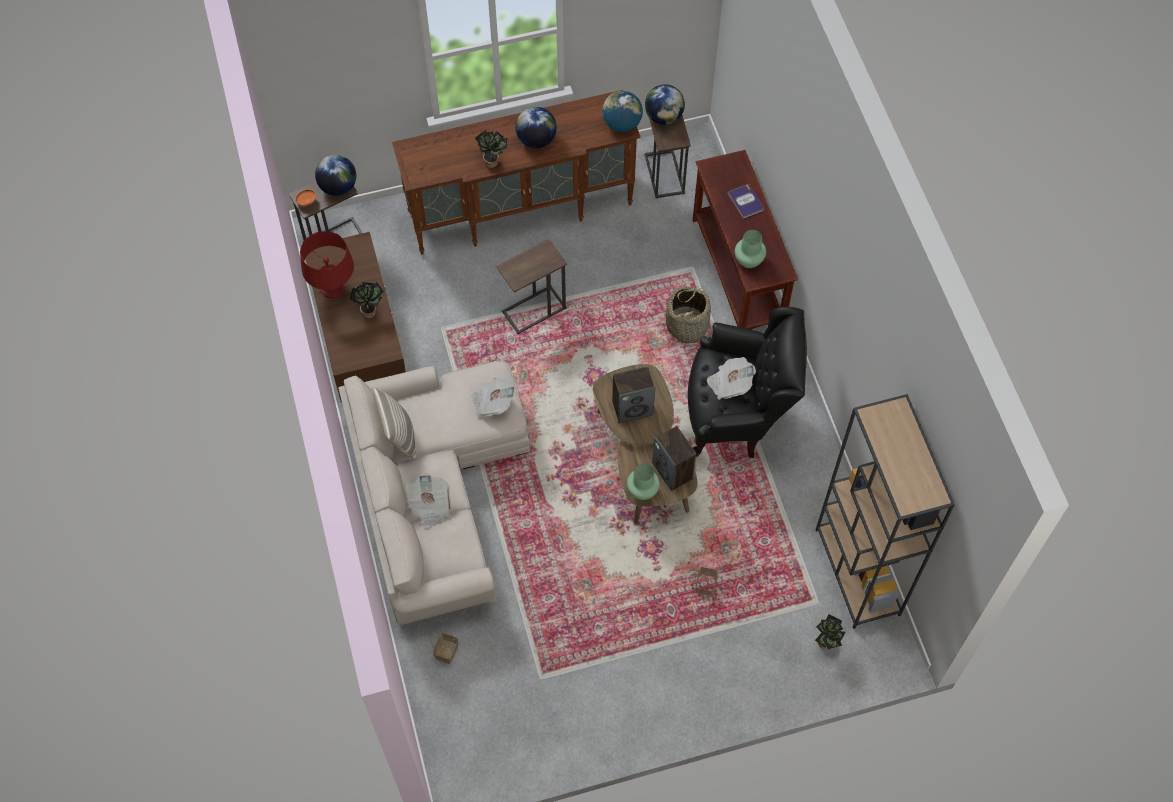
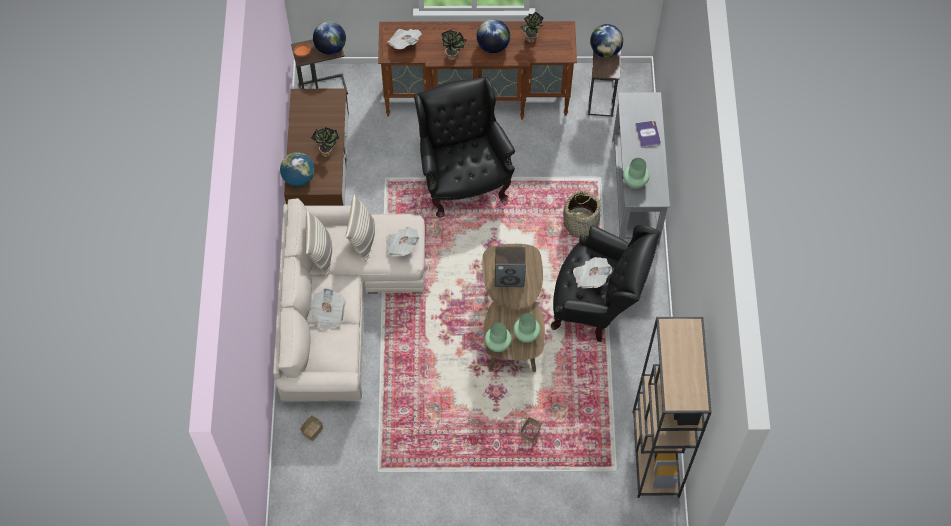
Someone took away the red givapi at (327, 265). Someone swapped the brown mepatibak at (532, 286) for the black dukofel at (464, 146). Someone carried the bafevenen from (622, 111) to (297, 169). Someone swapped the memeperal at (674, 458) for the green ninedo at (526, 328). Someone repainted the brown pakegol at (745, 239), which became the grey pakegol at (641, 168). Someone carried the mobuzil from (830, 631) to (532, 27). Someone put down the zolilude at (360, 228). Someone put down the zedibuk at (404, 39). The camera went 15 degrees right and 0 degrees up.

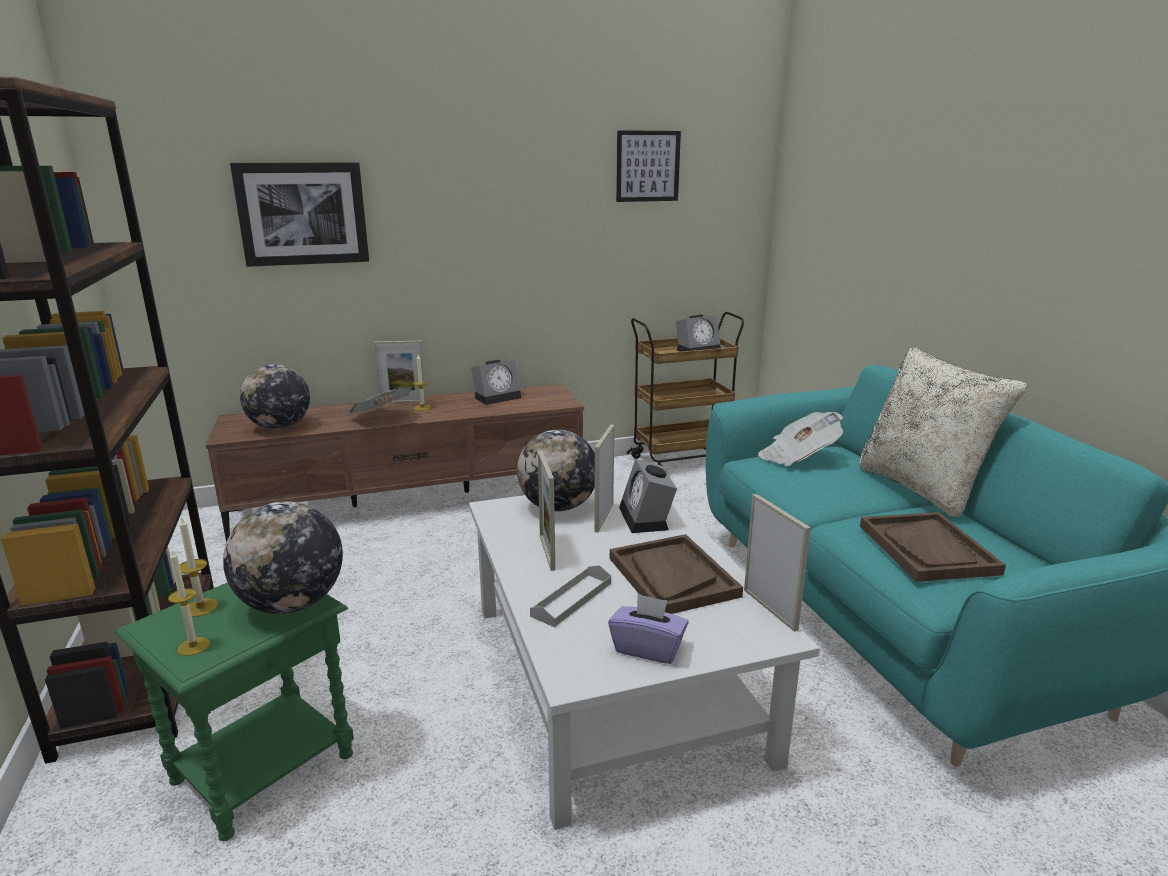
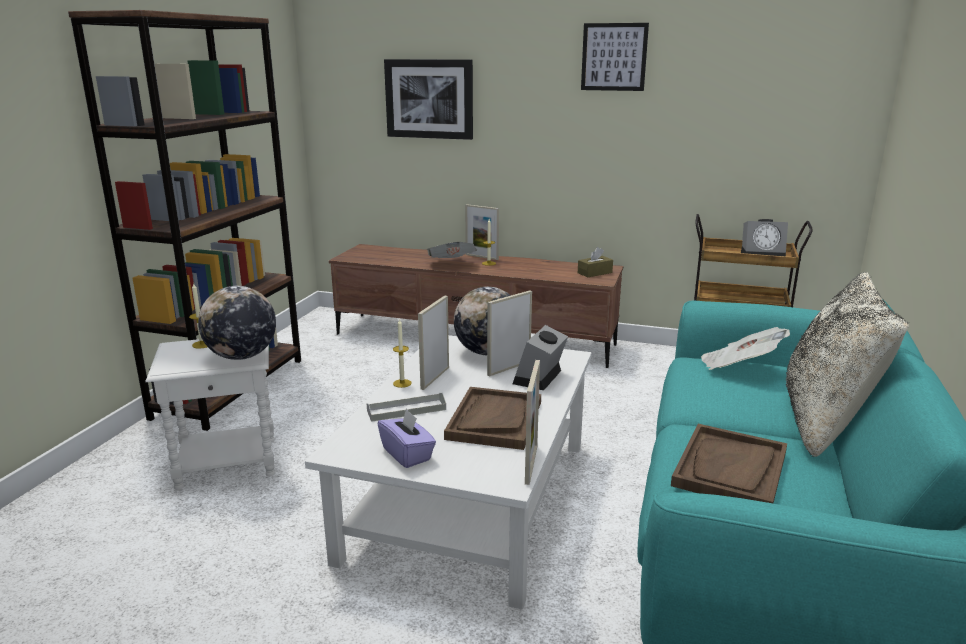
Someone repainted the green mepatibak at (234, 711), which became the white mepatibak at (210, 414). Someone carried the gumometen from (189, 603) to (402, 353). Someone took away the bafevenen at (275, 396). Someone took away the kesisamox at (496, 382). Someone carried the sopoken from (648, 166) to (615, 57). Someone put down the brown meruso at (595, 262). The camera went 35 degrees right and 0 degrees up.

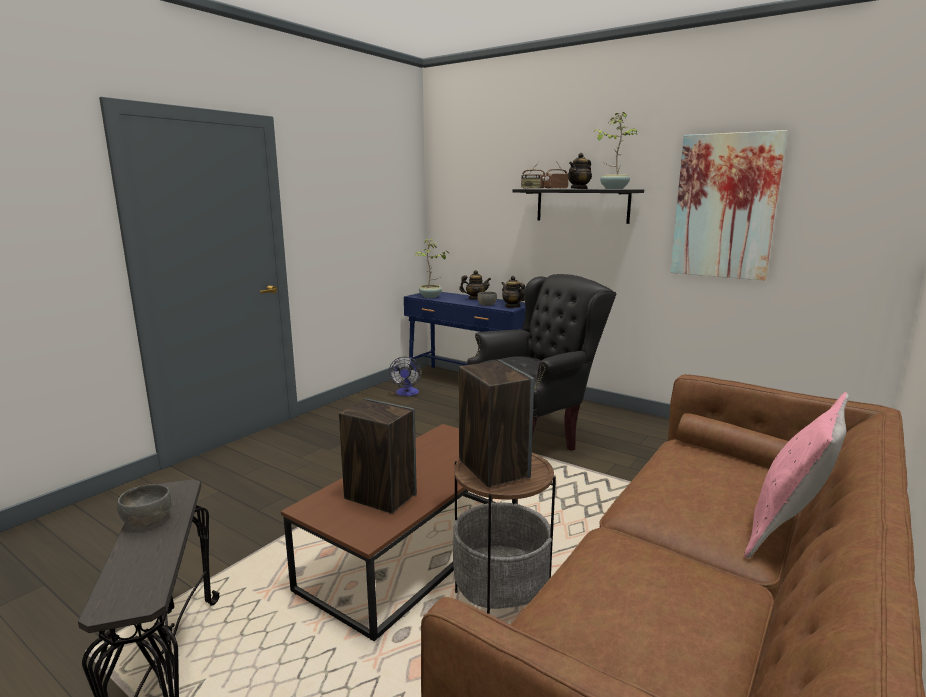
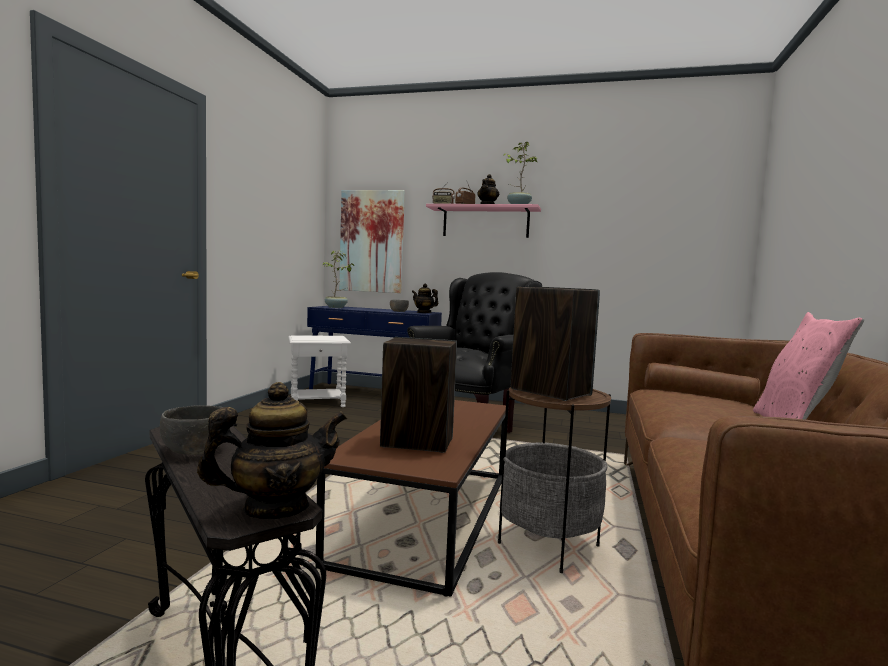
Someone swapped the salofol at (405, 376) for the white mepatibak at (319, 371). Someone carried the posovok from (475, 285) to (272, 450). Someone repainted the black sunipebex at (578, 206), which became the pink sunipebex at (483, 221). Someone carried the sopoken from (729, 205) to (372, 241). The camera went 20 degrees left and 10 degrees down.

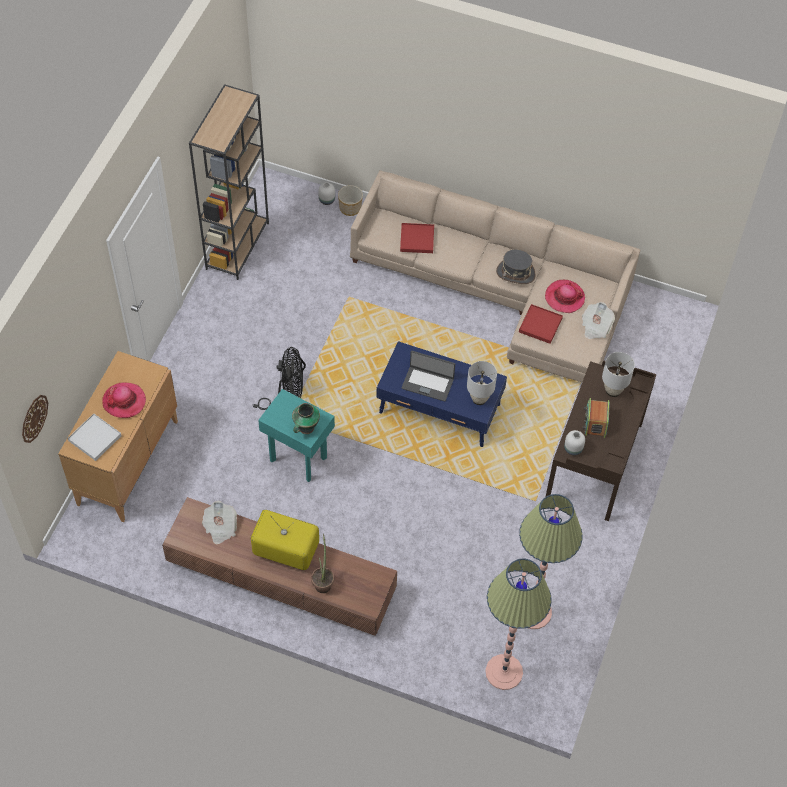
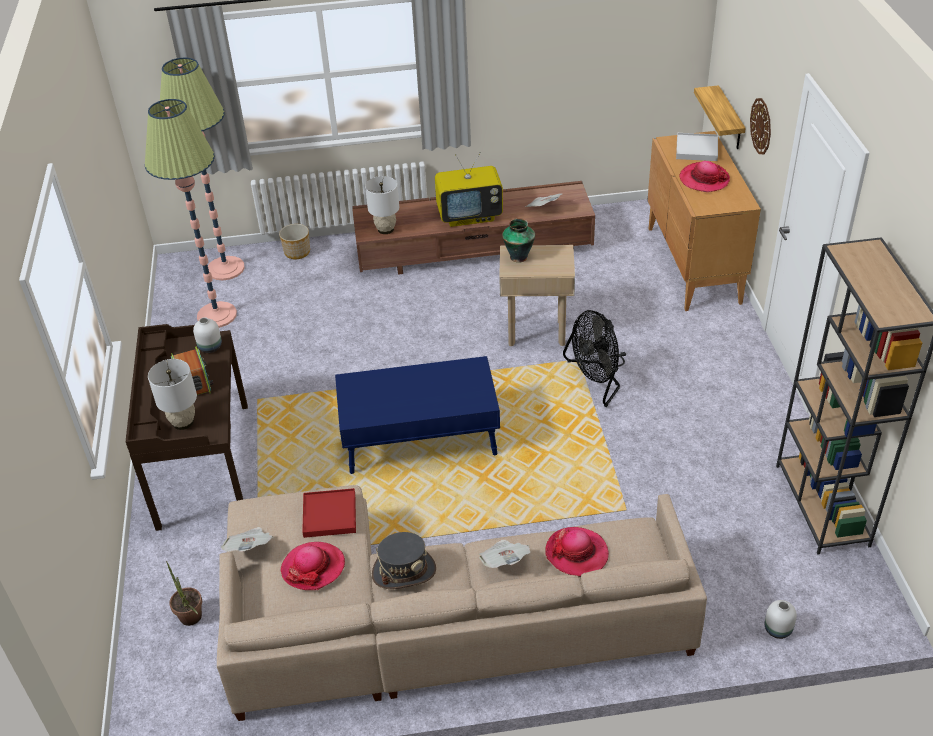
Someone carried the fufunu from (35, 419) to (760, 126). Someone repainted the turquoise mepatibak at (296, 435), which became the beige mepatibak at (537, 295). Someone carried the mobuzil from (322, 563) to (184, 593). Someone carried the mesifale from (350, 200) to (294, 241). Someone swapped the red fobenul at (417, 238) for the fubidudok at (577, 552). Someone took away the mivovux at (428, 376). Someone carried the white givapi from (482, 383) to (382, 205). Someone put down the zedibuk at (504, 553). Someone put up the sunipebex at (720, 117). The camera went 155 degrees right and 15 degrees down.

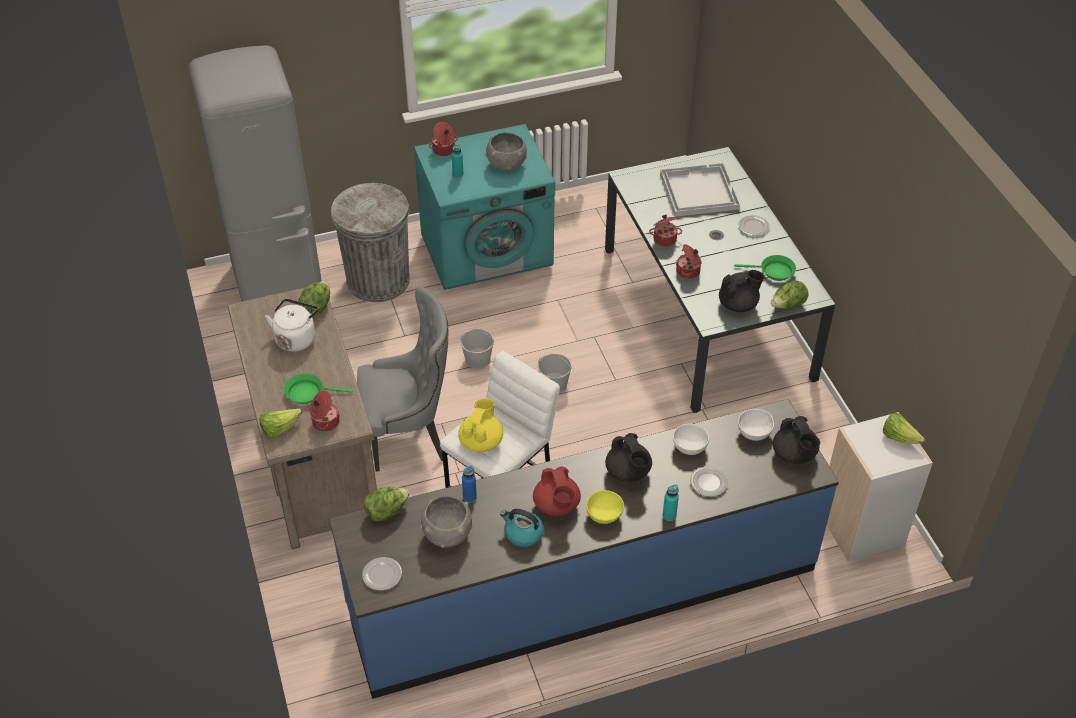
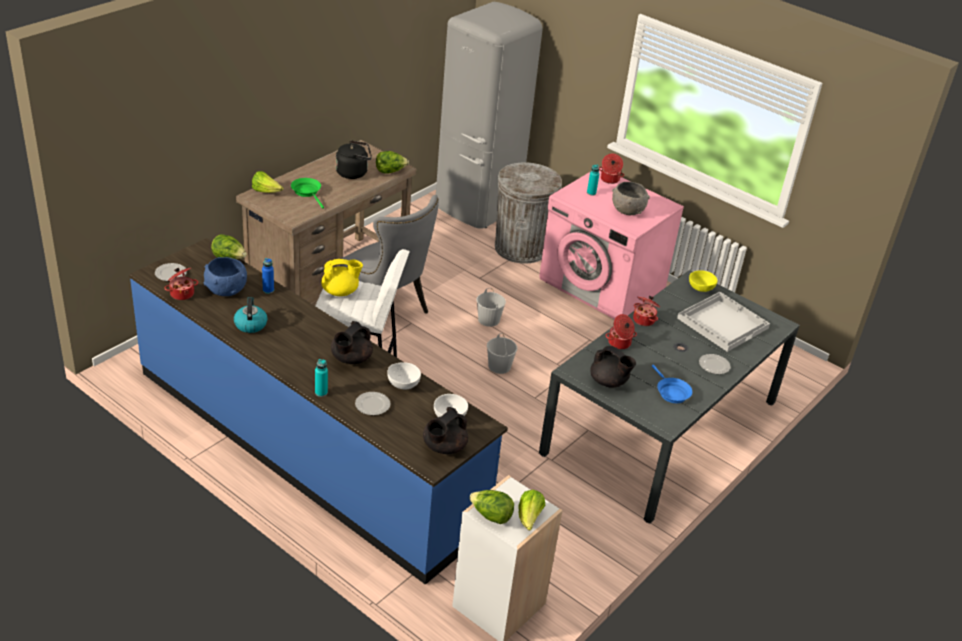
Someone repainted the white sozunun at (292, 325), which became the black sozunun at (354, 159). Someone carried the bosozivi from (325, 411) to (181, 284). Someone repainted the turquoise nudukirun at (484, 207), which became the pink nudukirun at (611, 243). Someone repainted the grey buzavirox at (447, 522), which became the blue buzavirox at (225, 276). Someone took away the red posovok at (557, 491). Someone carried the yellow buzavirox from (605, 507) to (703, 281). Someone repainted the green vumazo at (765, 268), which became the blue vumazo at (672, 384). Someone carried the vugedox from (789, 295) to (491, 507). The camera went 55 degrees right and 10 degrees down.

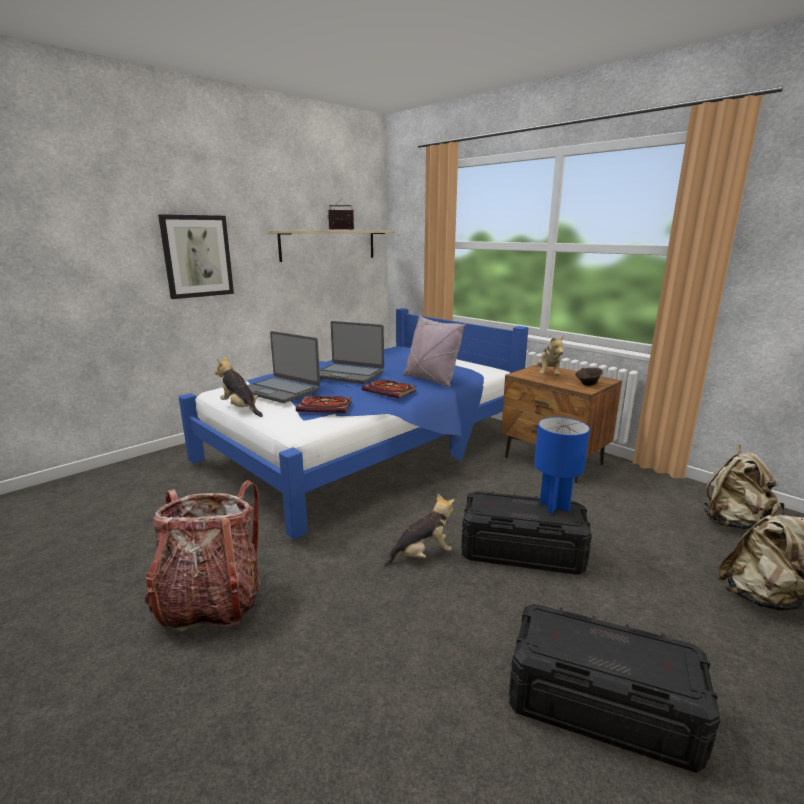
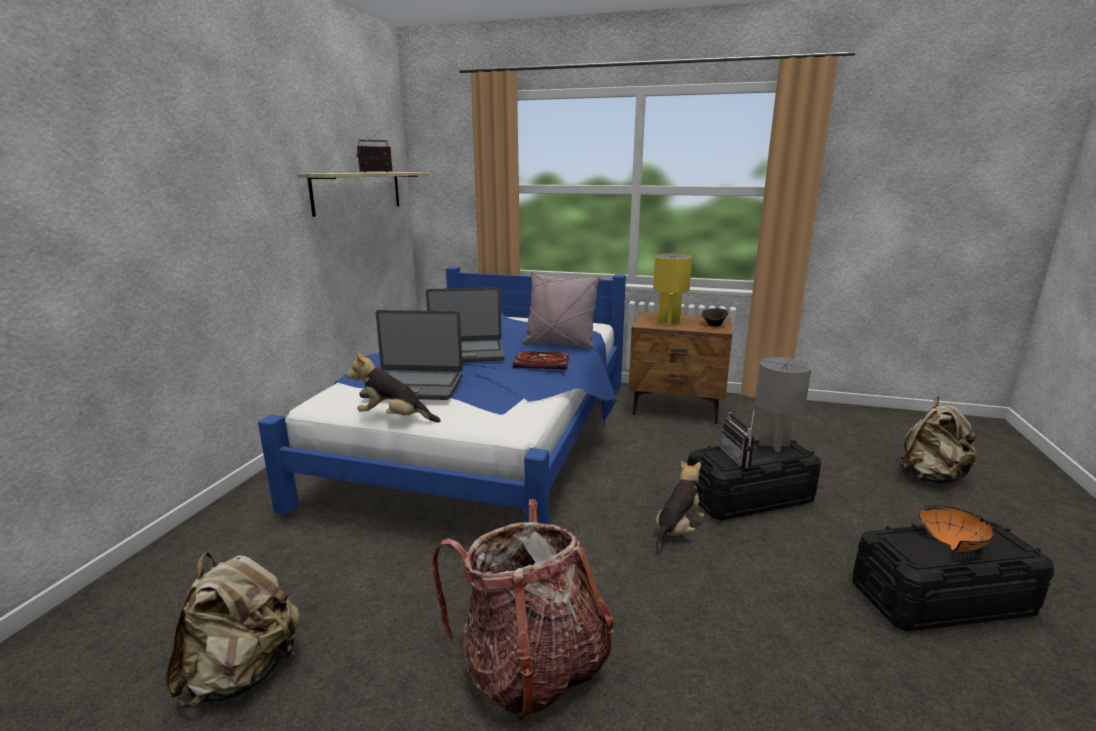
Someone took away the sopoken at (196, 256). Someone took away the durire at (324, 404). Someone swapped the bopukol at (548, 355) for the yellow givapi at (672, 289). Someone repainted the blue givapi at (562, 465), which became the grey givapi at (783, 404). Someone carried the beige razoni from (741, 486) to (232, 630). Someone put down the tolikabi at (737, 437). Someone put down the orange buzavirox at (956, 529). The camera went 30 degrees left and 0 degrees up.

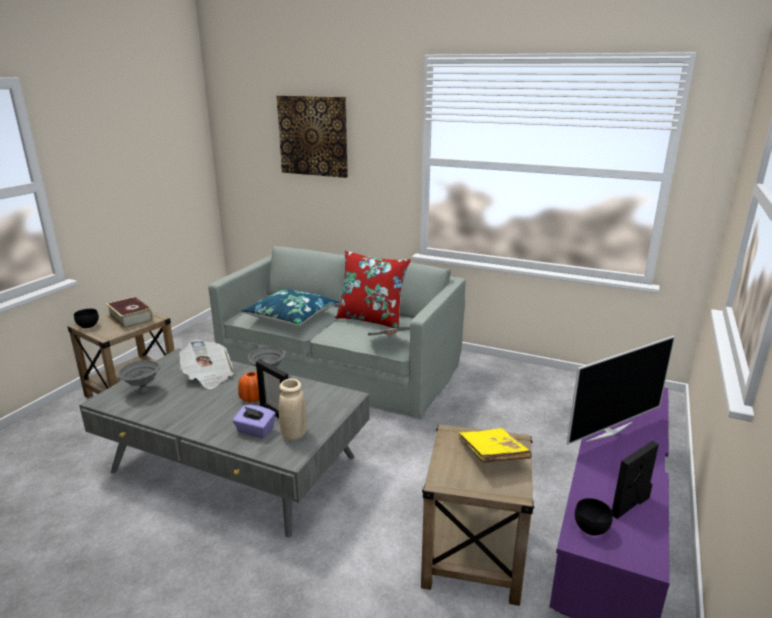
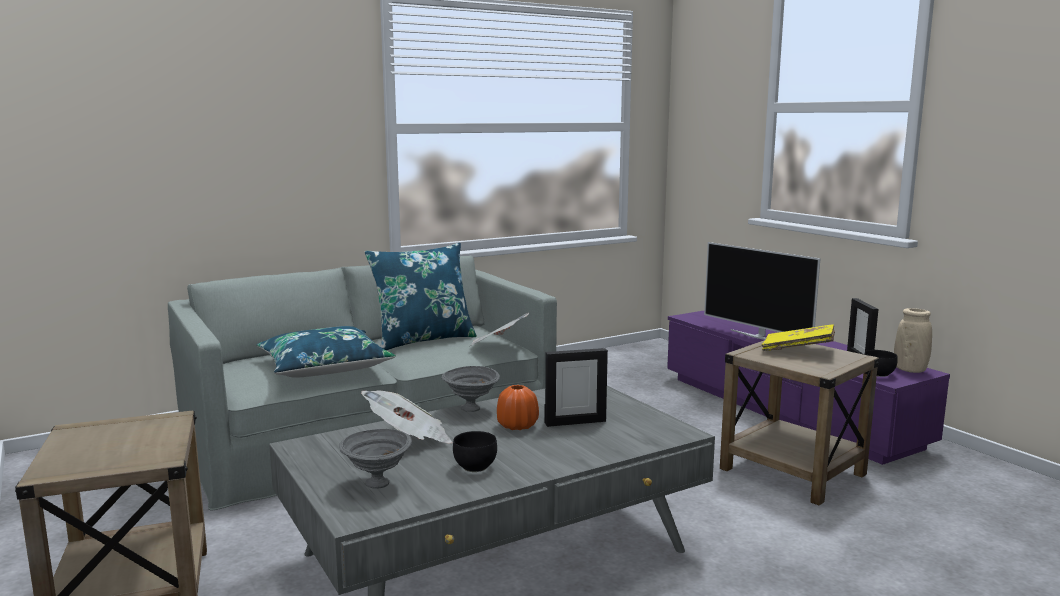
Someone carried the black buzavirox from (86, 319) to (475, 451). Someone took away the durire at (129, 313). Someone took away the purple meruso at (254, 421). Someone took away the sopoken at (312, 137). Someone carried the beige ninedo from (293, 409) to (913, 340). Someone repainted the red zolilude at (373, 289), which became the blue zolilude at (421, 296). Someone rotated the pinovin at (621, 390) by 135 degrees clockwise. The camera went 55 degrees left and 10 degrees down.

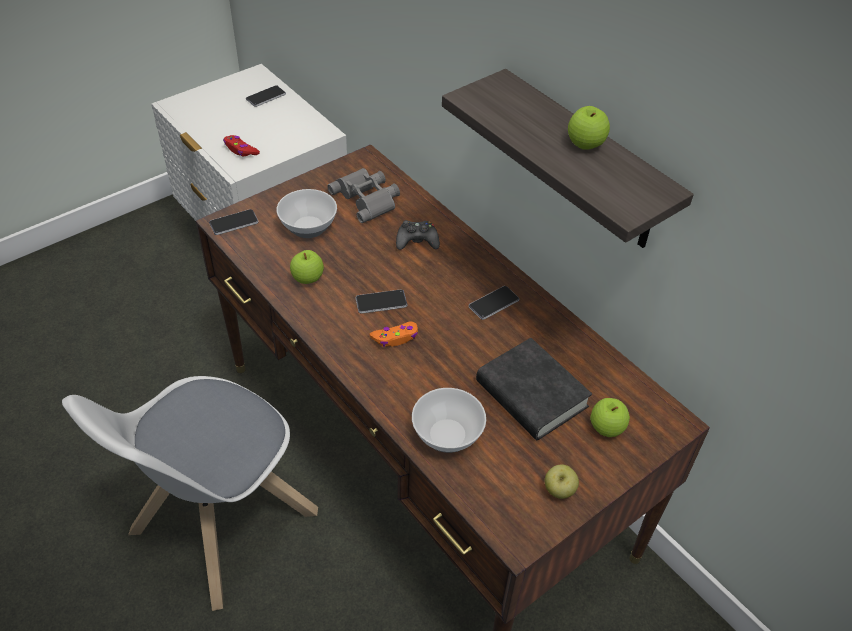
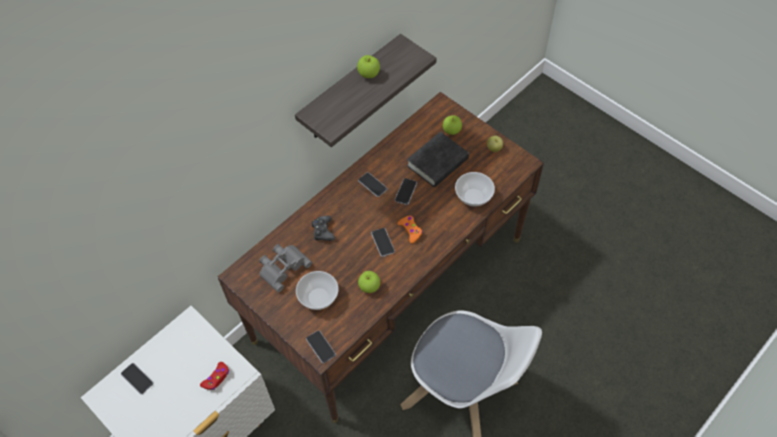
Someone put down the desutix at (406, 191). The camera went 95 degrees left and 10 degrees up.

